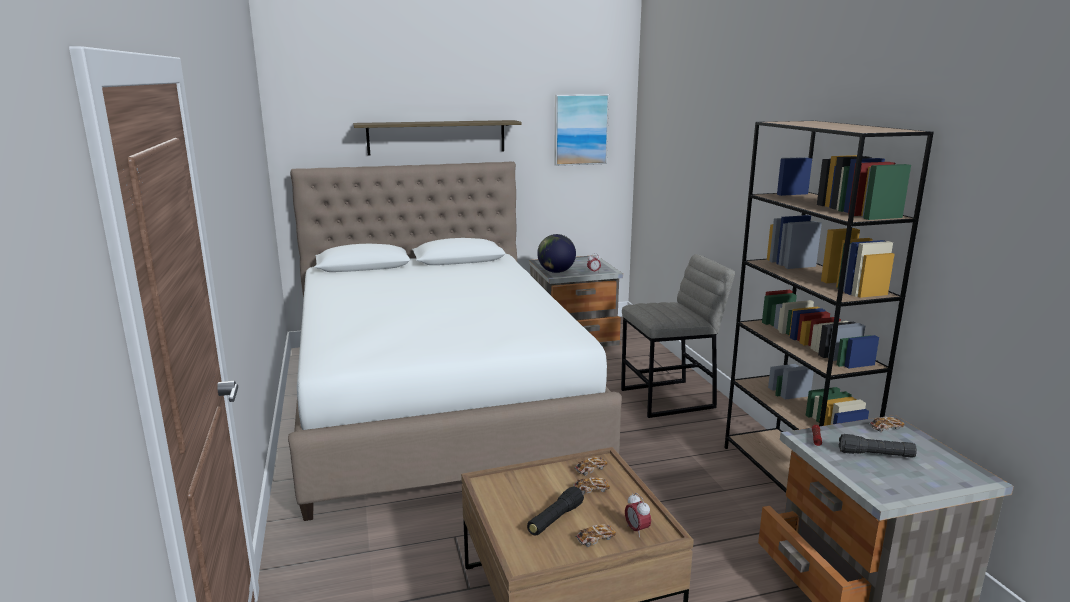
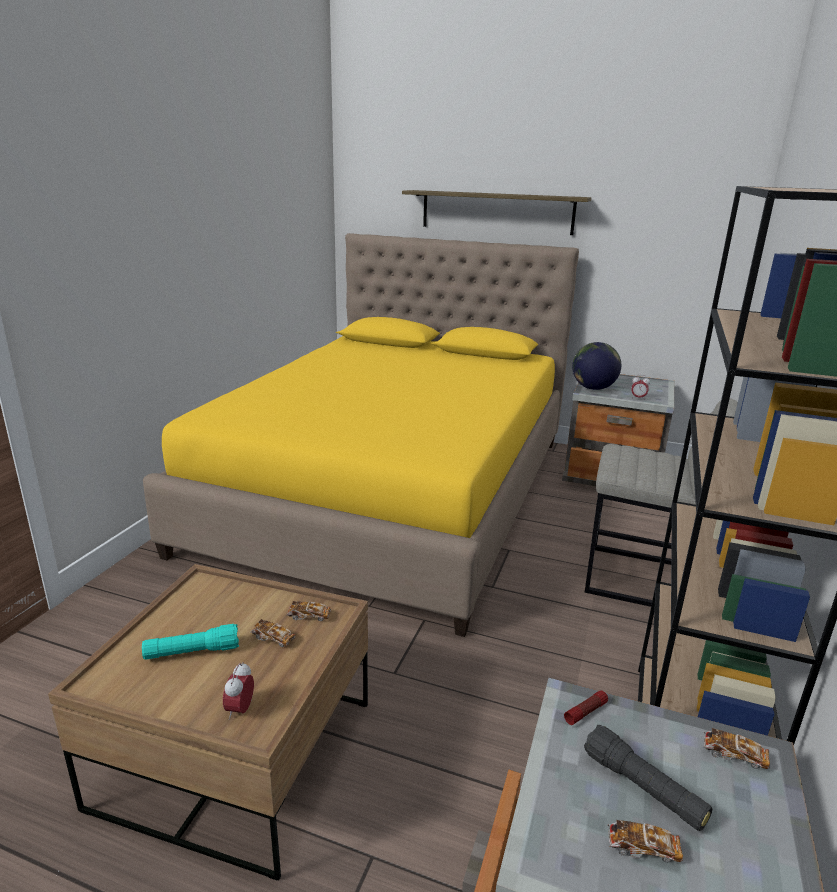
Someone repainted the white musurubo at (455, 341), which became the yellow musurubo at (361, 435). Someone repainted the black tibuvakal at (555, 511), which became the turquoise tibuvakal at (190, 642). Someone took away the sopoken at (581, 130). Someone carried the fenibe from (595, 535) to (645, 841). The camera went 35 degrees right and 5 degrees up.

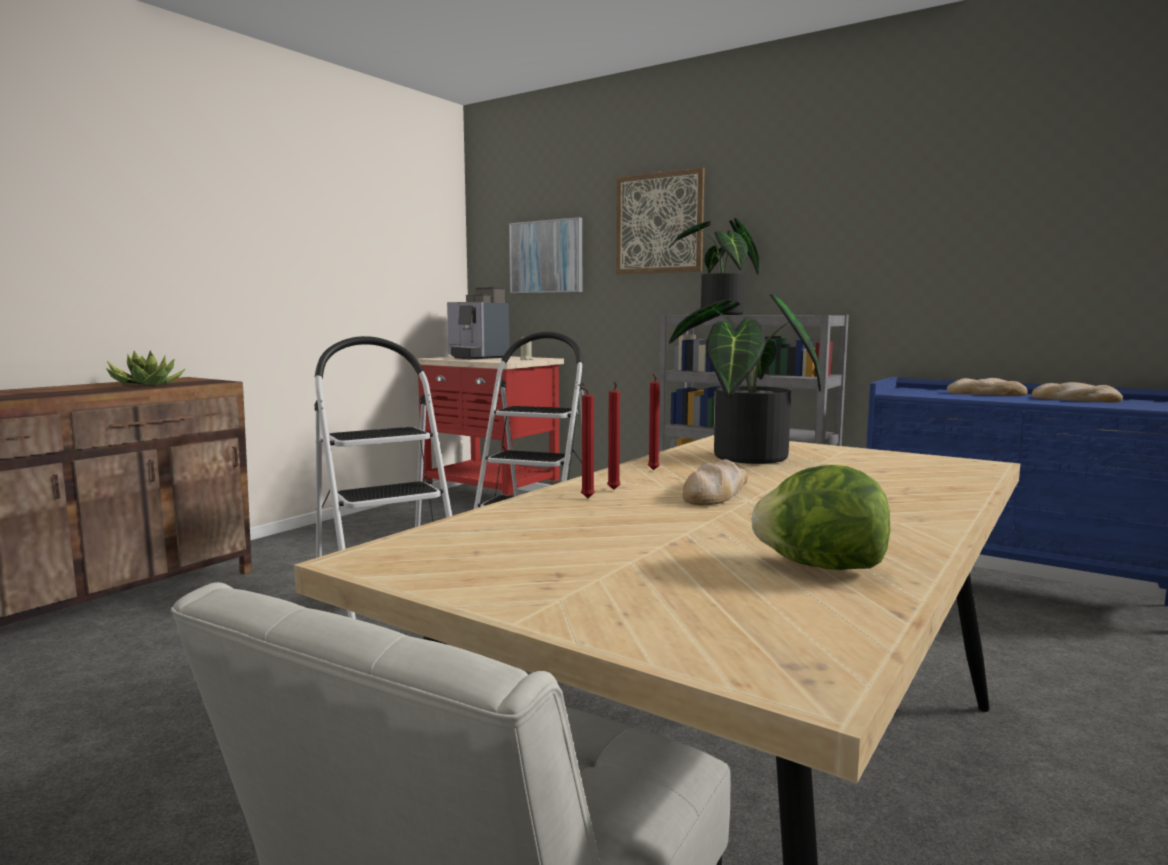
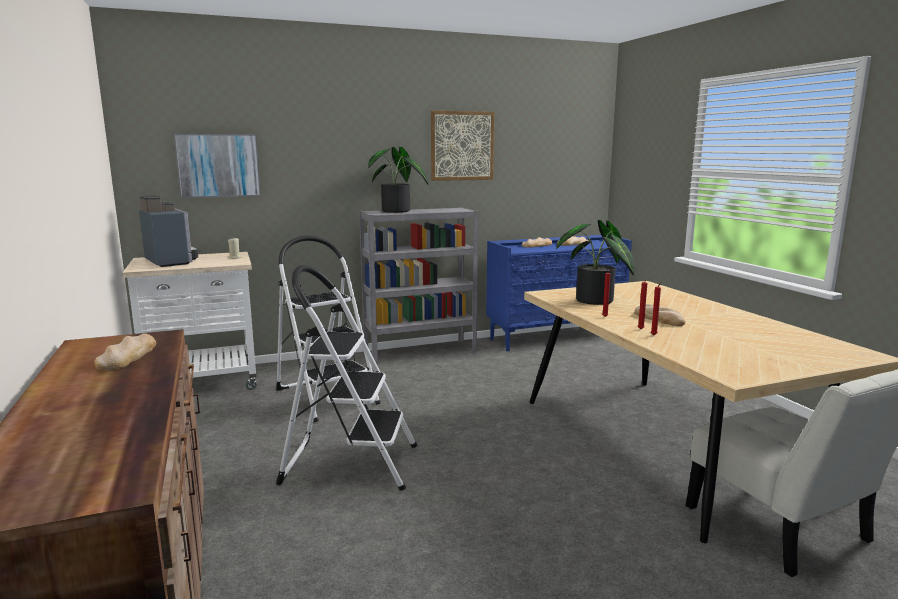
Someone swapped the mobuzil at (146, 367) for the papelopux at (125, 351). Someone repainted the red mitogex at (490, 426), which became the white mitogex at (189, 321). Someone rotated the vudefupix at (478, 323) by 120 degrees counterclockwise. Someone carried the sopoken from (660, 220) to (463, 145). Someone took away the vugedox at (821, 517). The camera went 55 degrees left and 5 degrees up.

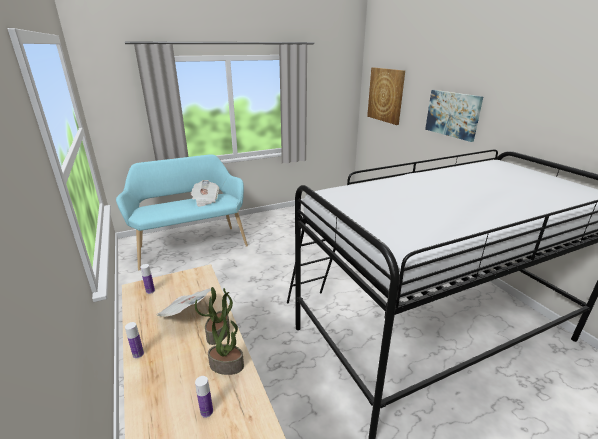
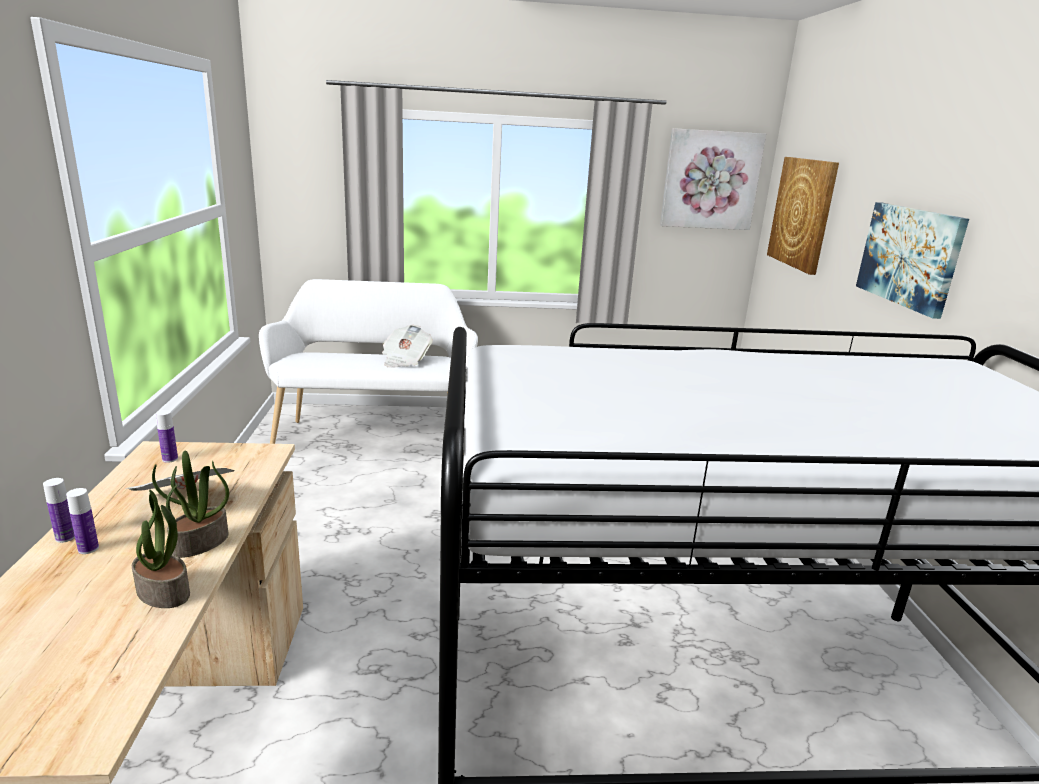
Someone repainted the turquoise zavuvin at (182, 212), which became the white zavuvin at (368, 369). Someone carried the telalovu from (204, 397) to (82, 521). Someone put up the sopoken at (713, 179). The camera went 20 degrees right and 5 degrees down.

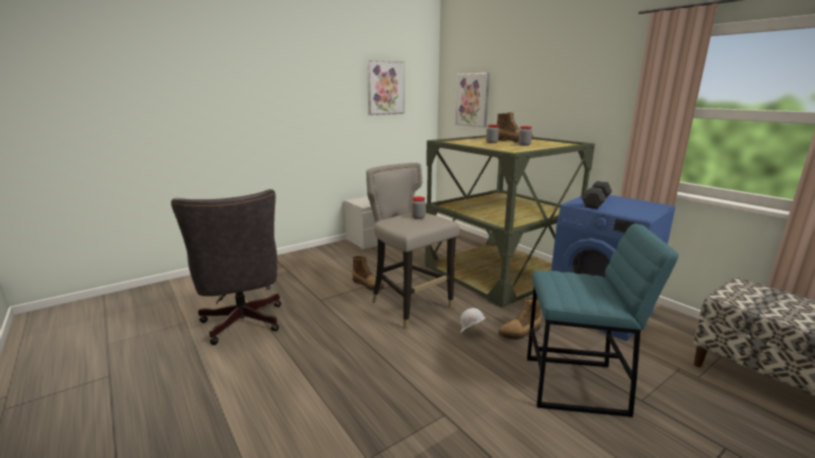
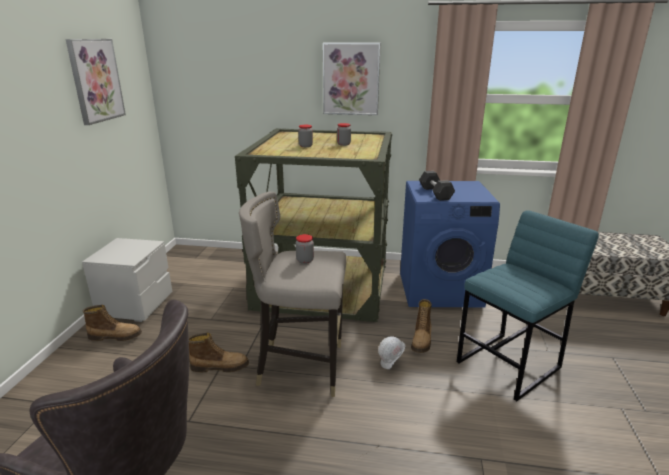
Someone carried the sopoken from (472, 100) to (352, 78). Someone carried the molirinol from (515, 127) to (112, 323). The camera went 45 degrees left and 5 degrees up.

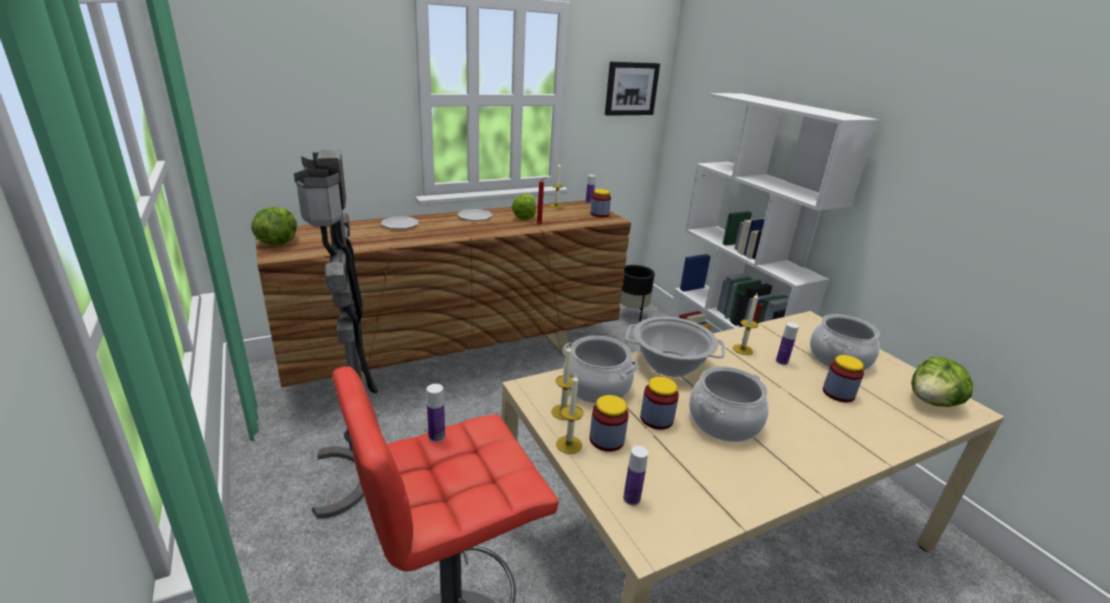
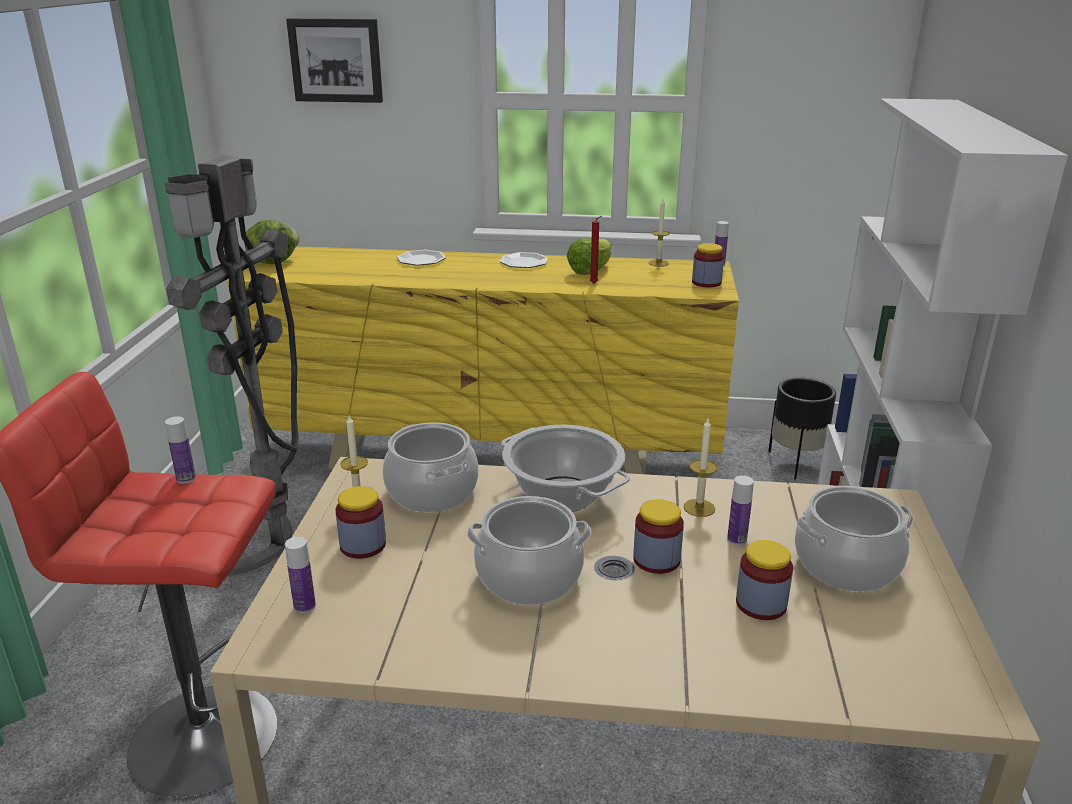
Someone repainted the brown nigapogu at (443, 293), which became the yellow nigapogu at (483, 360). Someone took away the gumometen at (570, 414). Someone carried the sopoken from (632, 89) to (334, 60). Someone carried the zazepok from (659, 403) to (658, 536). Someone took away the vugedox at (942, 382). The camera went 35 degrees right and 0 degrees up.

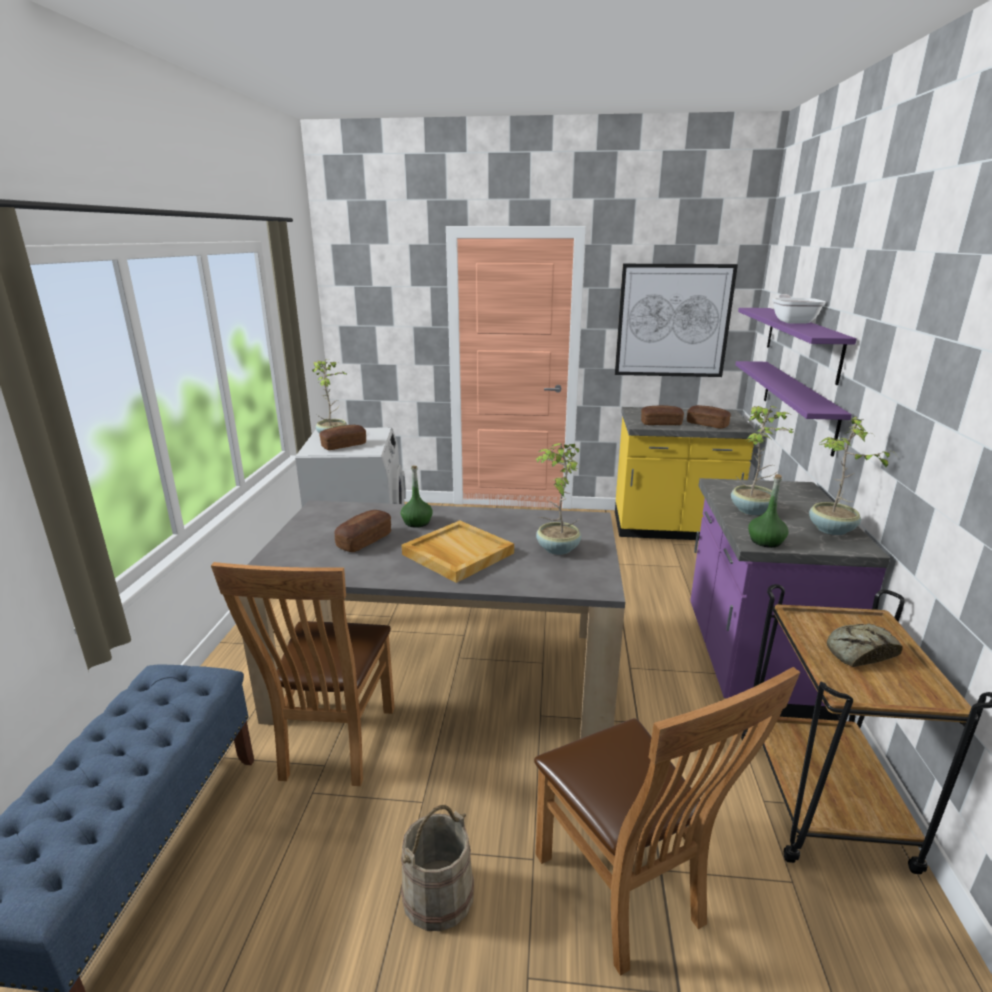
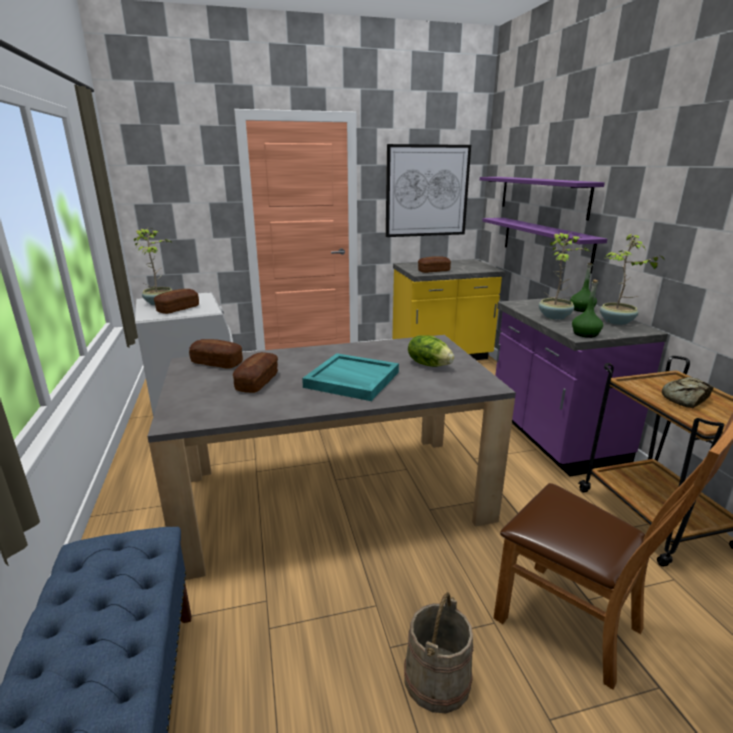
Someone took away the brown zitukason at (303, 674). Someone carried the green telalovu from (417, 497) to (583, 287). Someone repainted the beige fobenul at (458, 551), which became the turquoise fobenul at (350, 377). Someone swapped the mobuzil at (558, 499) for the vugedox at (431, 351). Someone carried the papelopux from (709, 417) to (216, 354). Someone took away the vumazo at (799, 309). The camera went 20 degrees left and 0 degrees up.

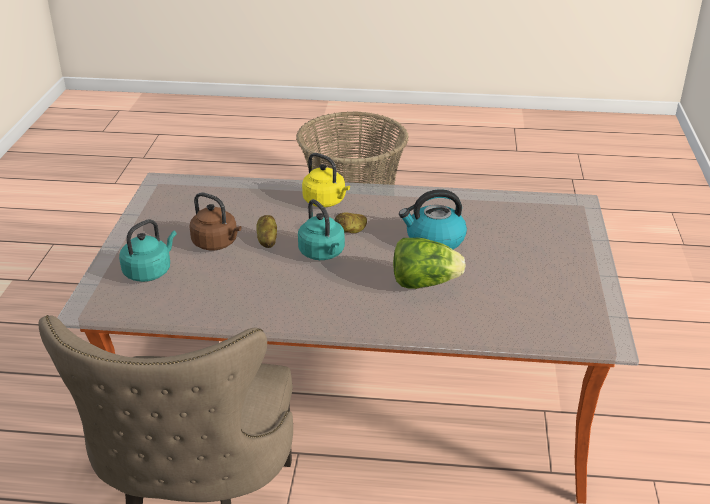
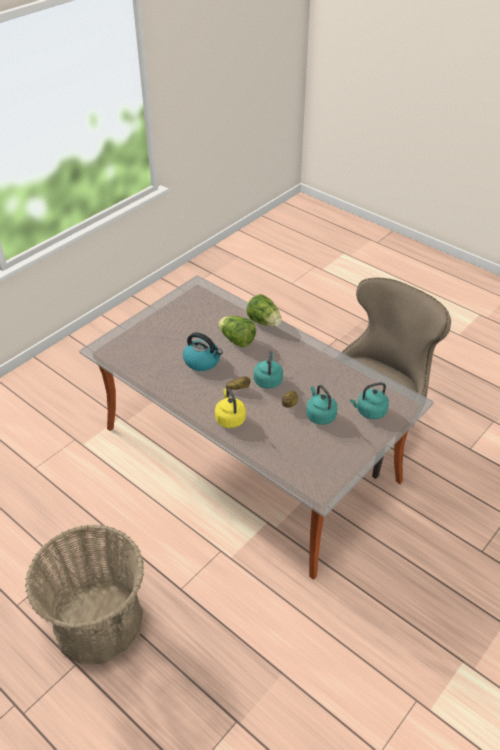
Someone repainted the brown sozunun at (215, 221), which became the turquoise sozunun at (321, 405). Someone put down the vugedox at (264, 310). The camera went 145 degrees left and 10 degrees up.

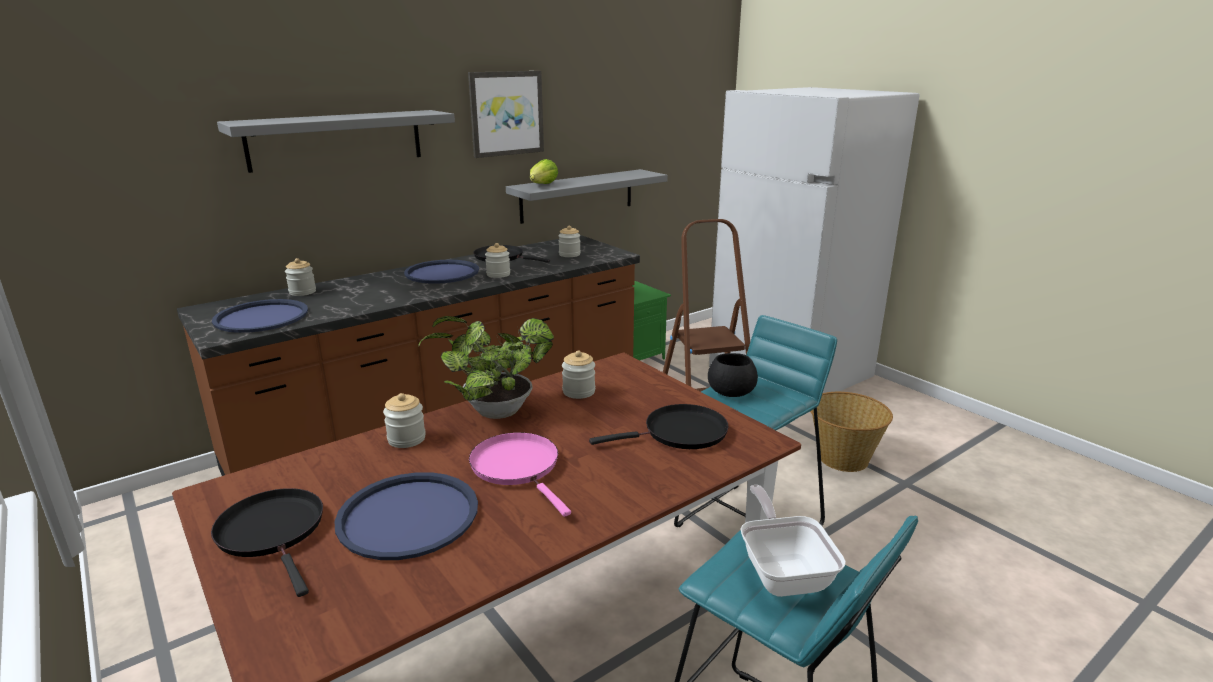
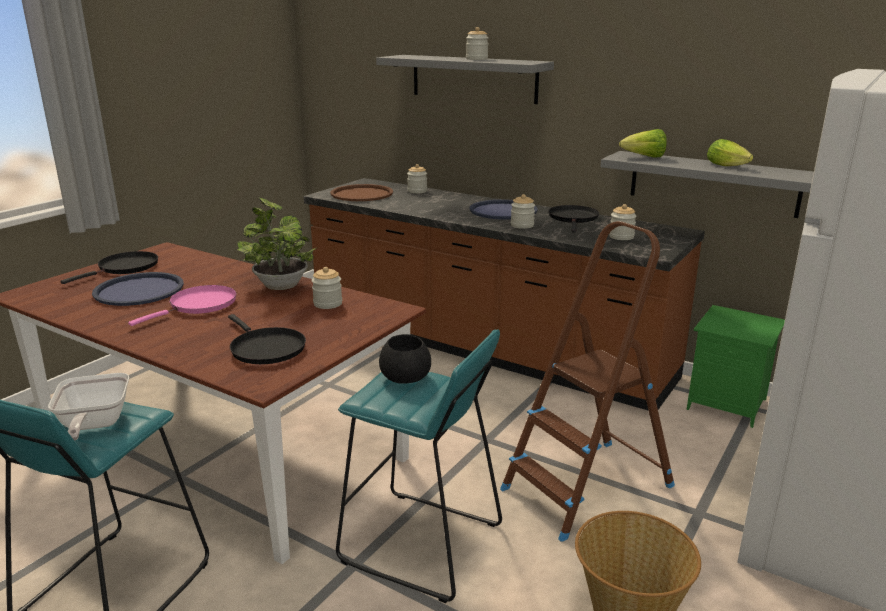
Someone repainted the blue fobenul at (260, 316), which became the brown fobenul at (361, 192). Someone carried the zazepok from (404, 420) to (477, 43). Someone took away the sopoken at (506, 114). Someone rotated the vumazo at (793, 541) by 105 degrees clockwise. Someone put down the vugedox at (730, 152). The camera went 70 degrees right and 0 degrees up.

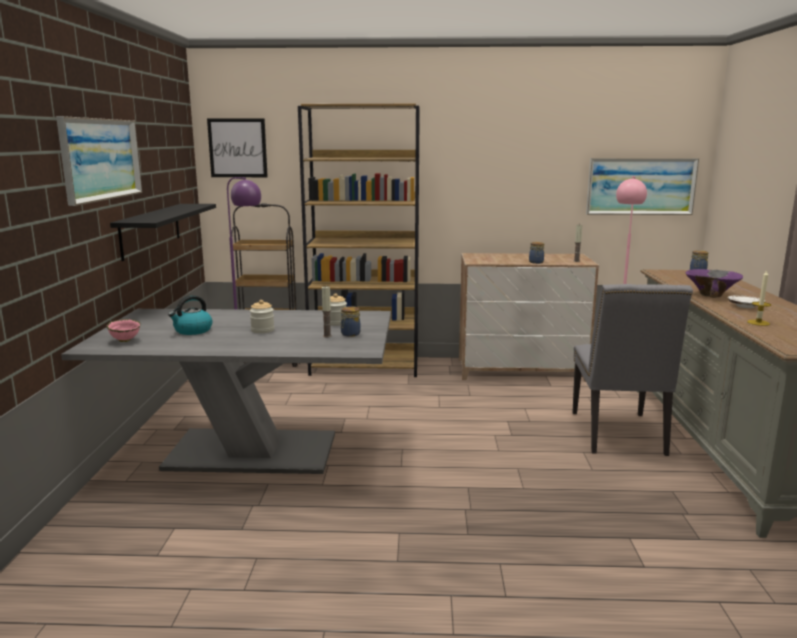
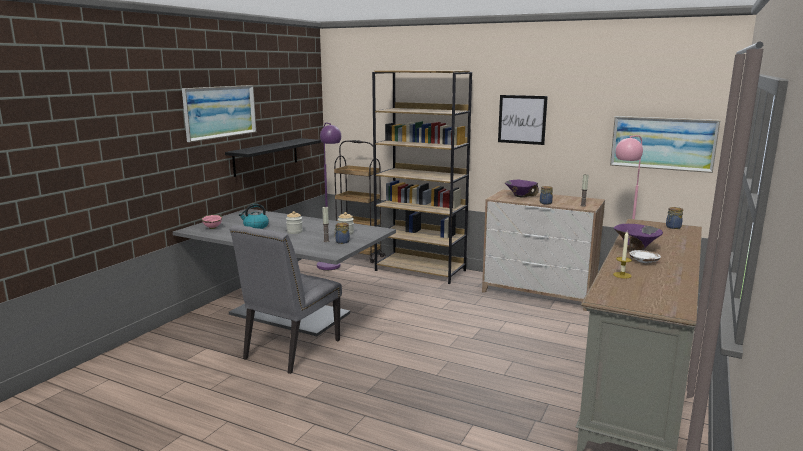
Someone carried the sopoken from (237, 147) to (523, 120). Someone carried the grey zitukason from (633, 370) to (286, 299). Someone put down the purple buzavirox at (522, 189). The camera went 25 degrees right and 0 degrees up.

